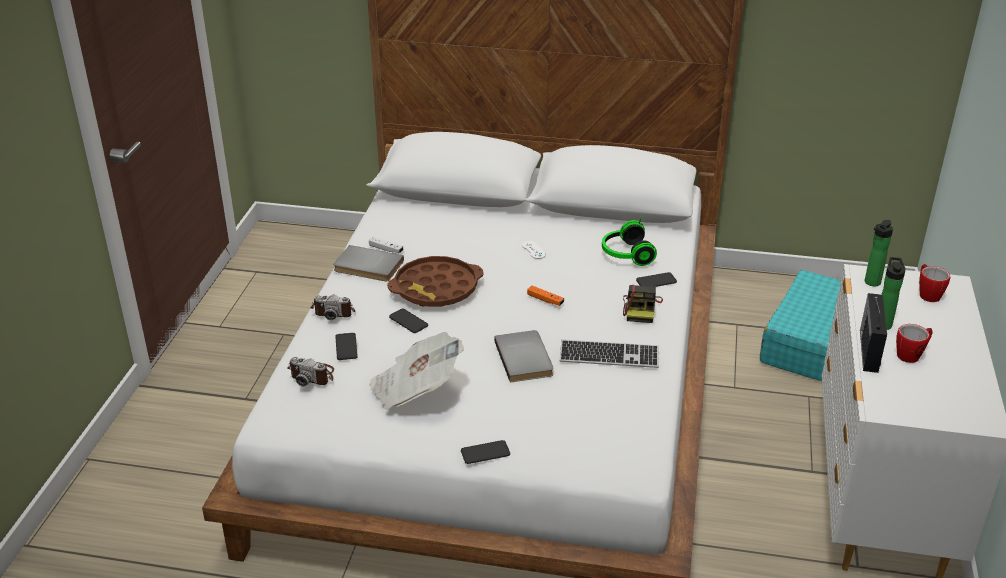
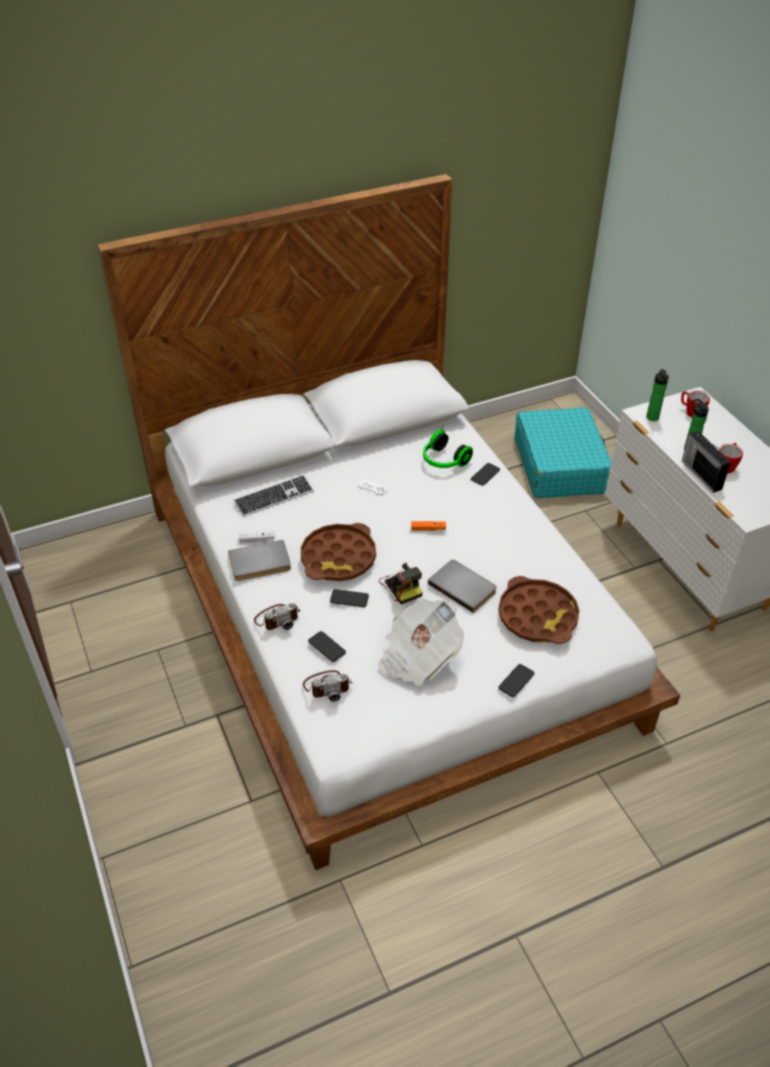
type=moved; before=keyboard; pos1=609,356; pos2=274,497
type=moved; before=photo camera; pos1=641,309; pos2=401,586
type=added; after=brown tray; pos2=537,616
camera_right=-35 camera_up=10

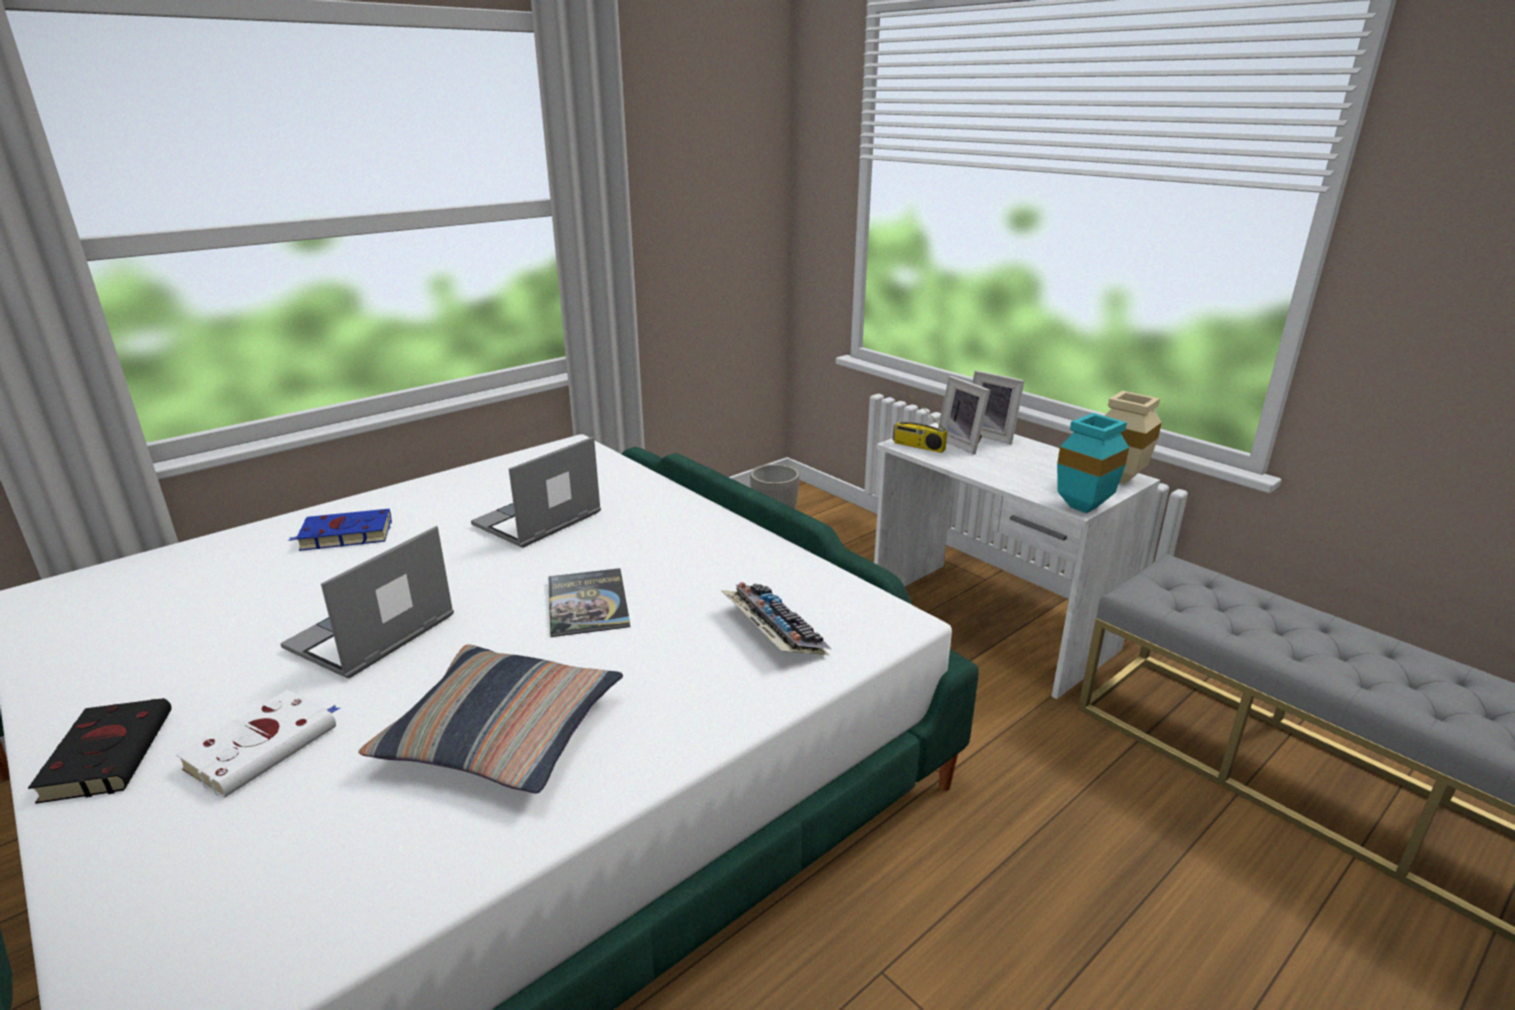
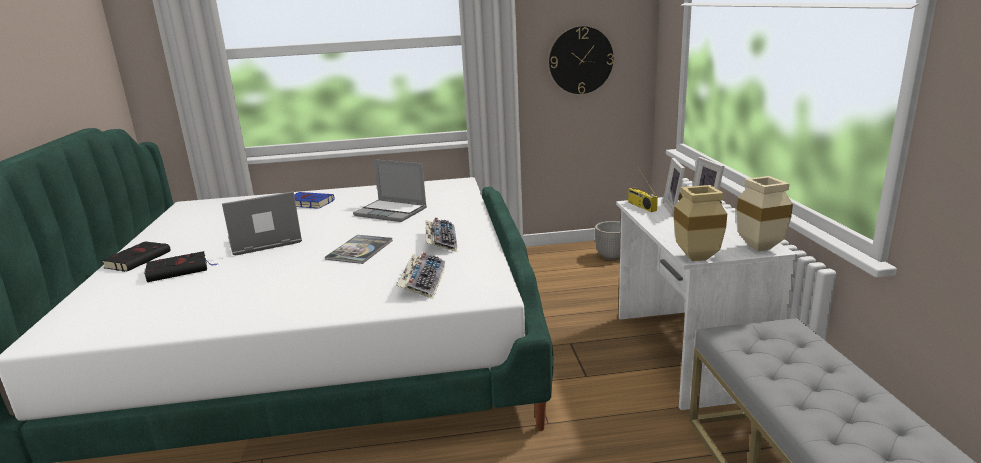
type=recoloured; before=white book; after=black book; pos1=265,746; pos2=180,270
type=turned; before=laptop; pos1=538,521; pos2=392,212; turn=-135
type=added; after=keyboard; pos2=441,241
type=added; after=wall clock; pos2=580,60
type=recoloured; before=turquoise vase; after=beige vase; pos1=1083,506; pos2=698,257
type=removed; before=pillow; pos1=502,734
camera_right=35 camera_up=-5

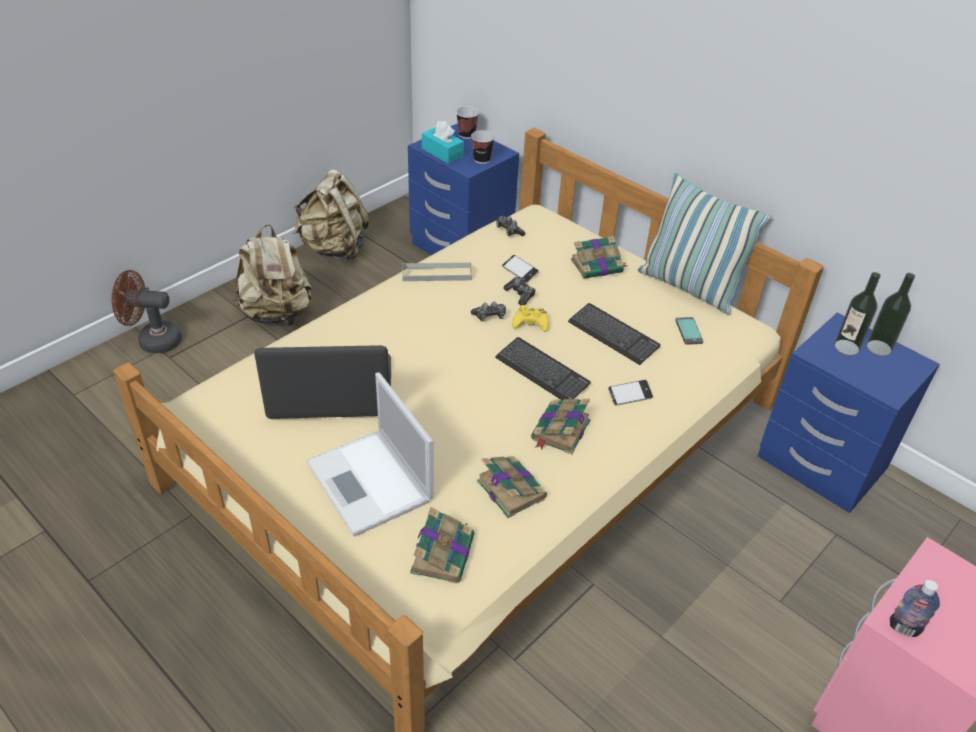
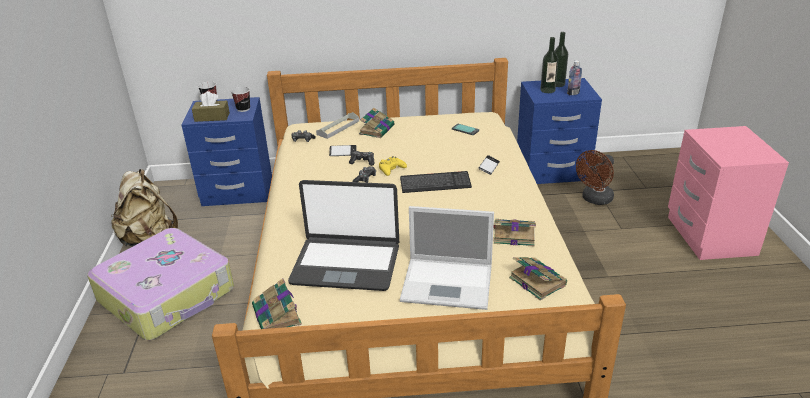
type=replaced; before=beige backpack; after=suitcase; pos1=277,314; pos2=168,295
type=recoloured; before=turquoise tissue box; after=brown tissue box; pos1=442,152; pos2=212,117
type=moved; before=book; pos1=560,431; pos2=277,316
type=turned; before=laptop; pos1=331,391; pos2=346,264; turn=-120
type=moved; before=grey tray; pos1=436,274; pos2=338,128
type=moved; before=bottle; pos1=904,628; pos2=573,93
type=moved; before=brown fan; pos1=153,340; pos2=594,199
type=removed; before=keyboard; pos1=613,335
type=removed; before=pillow; pos1=689,287
camera_right=-45 camera_up=-10

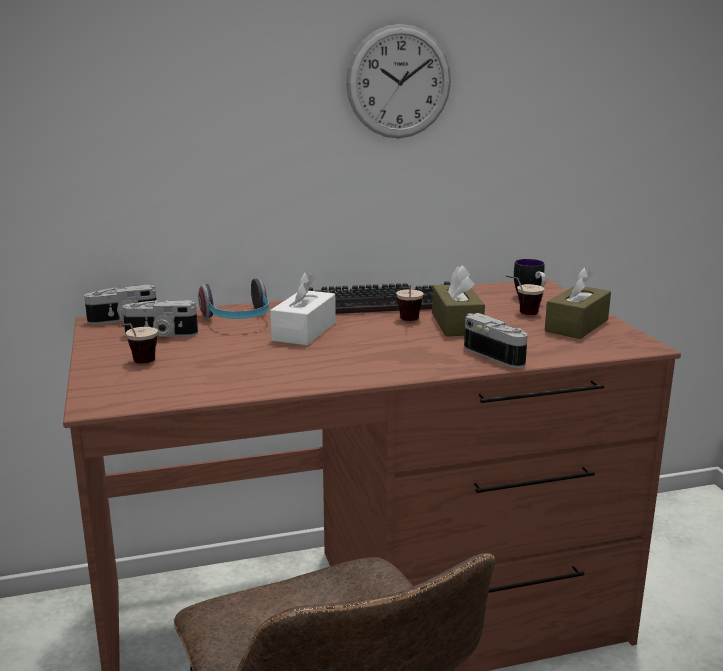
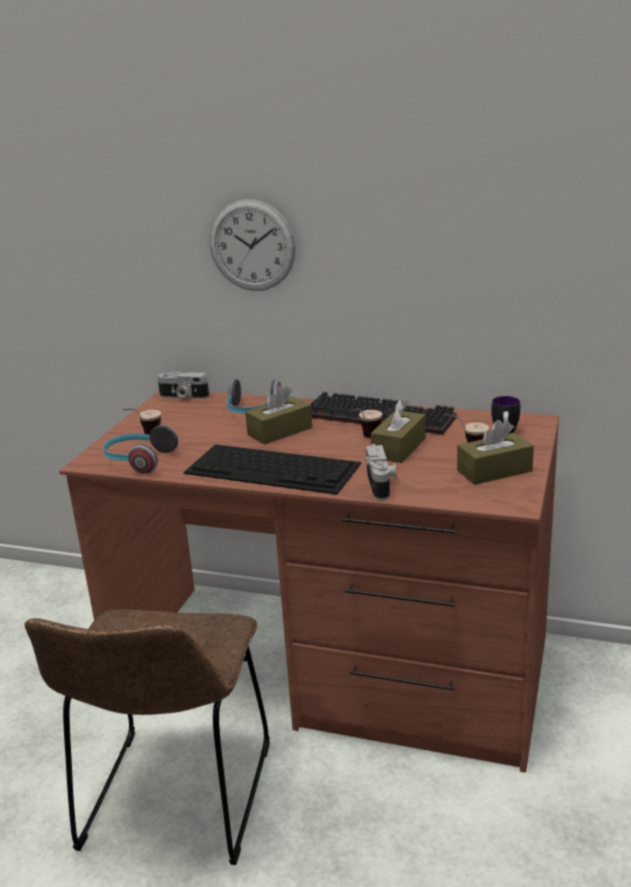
type=added; after=headphones; pos2=138,461
type=added; after=keyboard; pos2=274,468
type=moved; before=wall clock; pos1=399,82; pos2=252,245
type=recoloured; before=white tissue box; after=brown tissue box; pos1=304,331; pos2=280,431
type=removed; before=photo camera; pos1=161,335
camera_right=35 camera_up=5

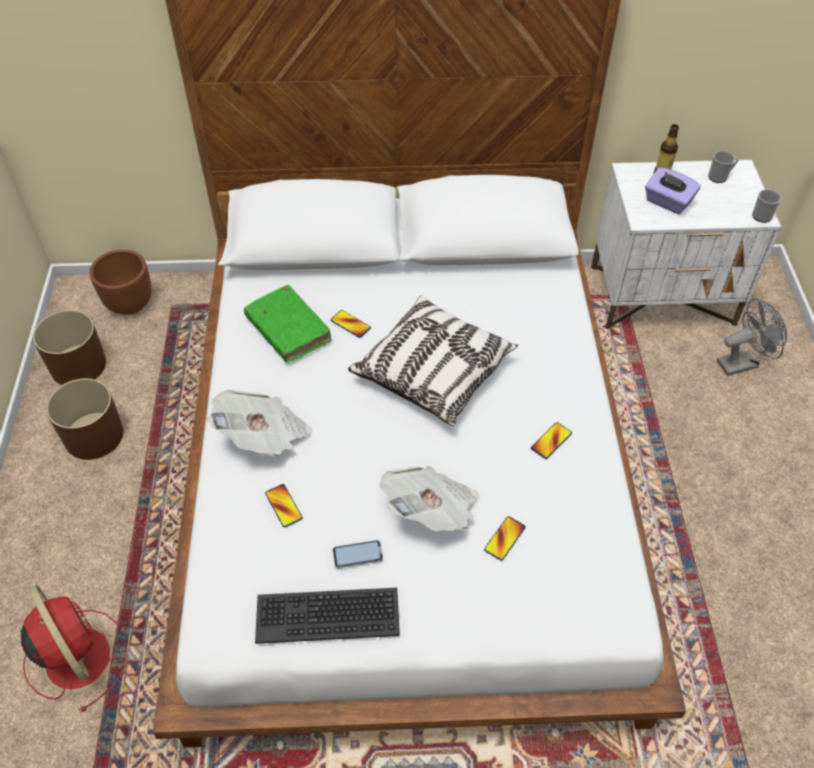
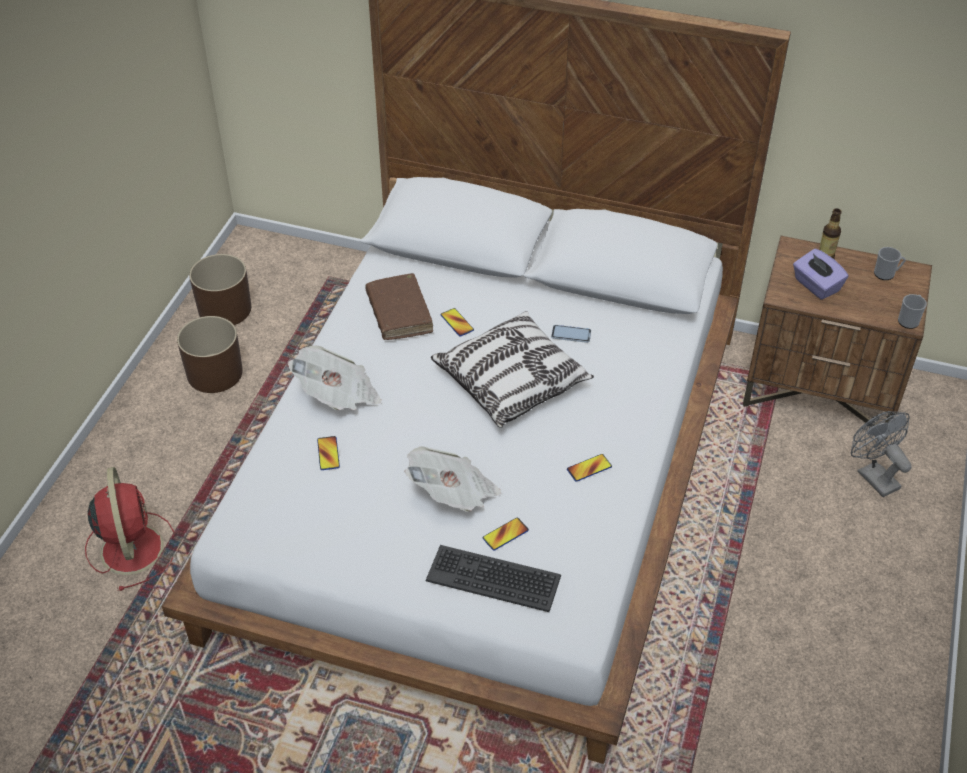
type=recoloured; before=green book; after=brown book; pos1=288,330; pos2=399,314
type=moved; before=keyboard; pos1=327,614; pos2=493,578
type=moved; before=phone; pos1=357,555; pos2=571,334
type=recoloured; before=white nightstand; after=brown nightstand; pos1=662,295; pos2=821,389
type=turned; before=grey fan; pos1=742,362; pos2=873,476; turn=-120
type=removed; before=brown planter; pos1=129,303
camera_right=20 camera_up=-5

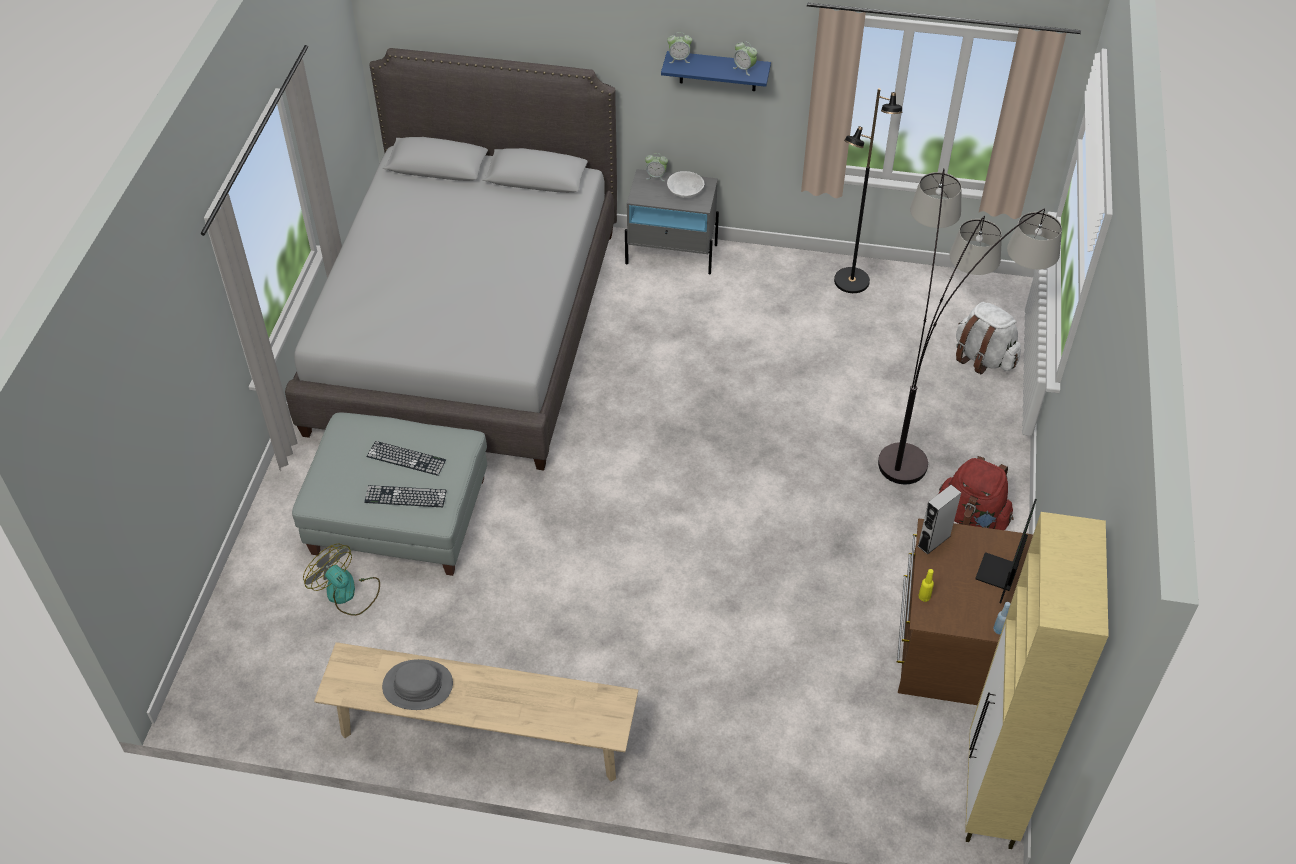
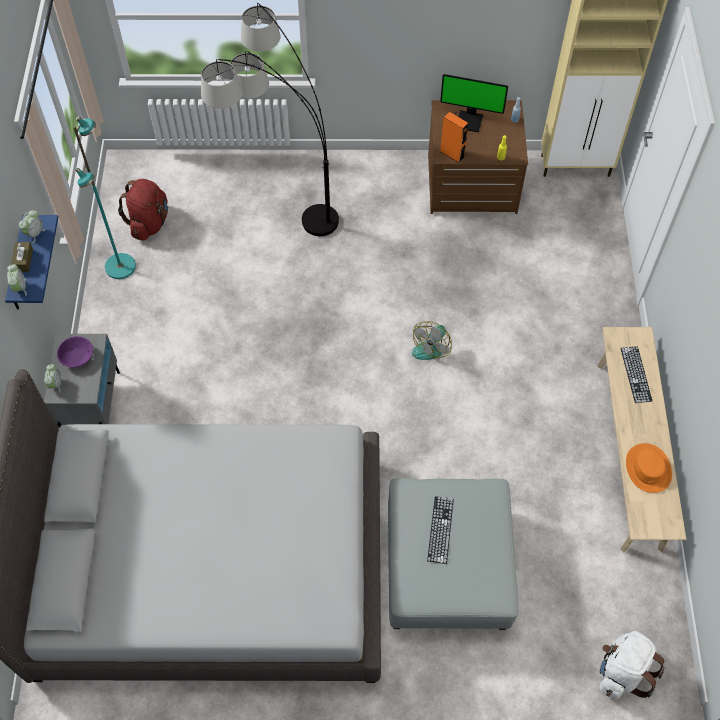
type=added; after=brown tissue box; pos2=23,260
type=recoloured; before=white bowl; after=purple bowl; pos1=684,191; pos2=77,357
type=recoloured; before=black floor lamp; after=turquoise floor lamp; pos1=851,281; pos2=121,266
type=moved; before=red backpack; pos1=972,516; pos2=149,223
type=moved; before=fan; pos1=347,593; pos2=431,345
type=recoloured; before=grey speaker; after=orange speaker; pos1=934,541; pos2=452,154
type=moved; before=white backpack; pos1=983,358; pos2=622,671
type=moved; before=keyboard; pos1=405,496; pos2=636,374
type=recoloured; before=grey hat; after=orange hat; pos1=417,686; pos2=648,468
camera_right=-100 camera_up=10

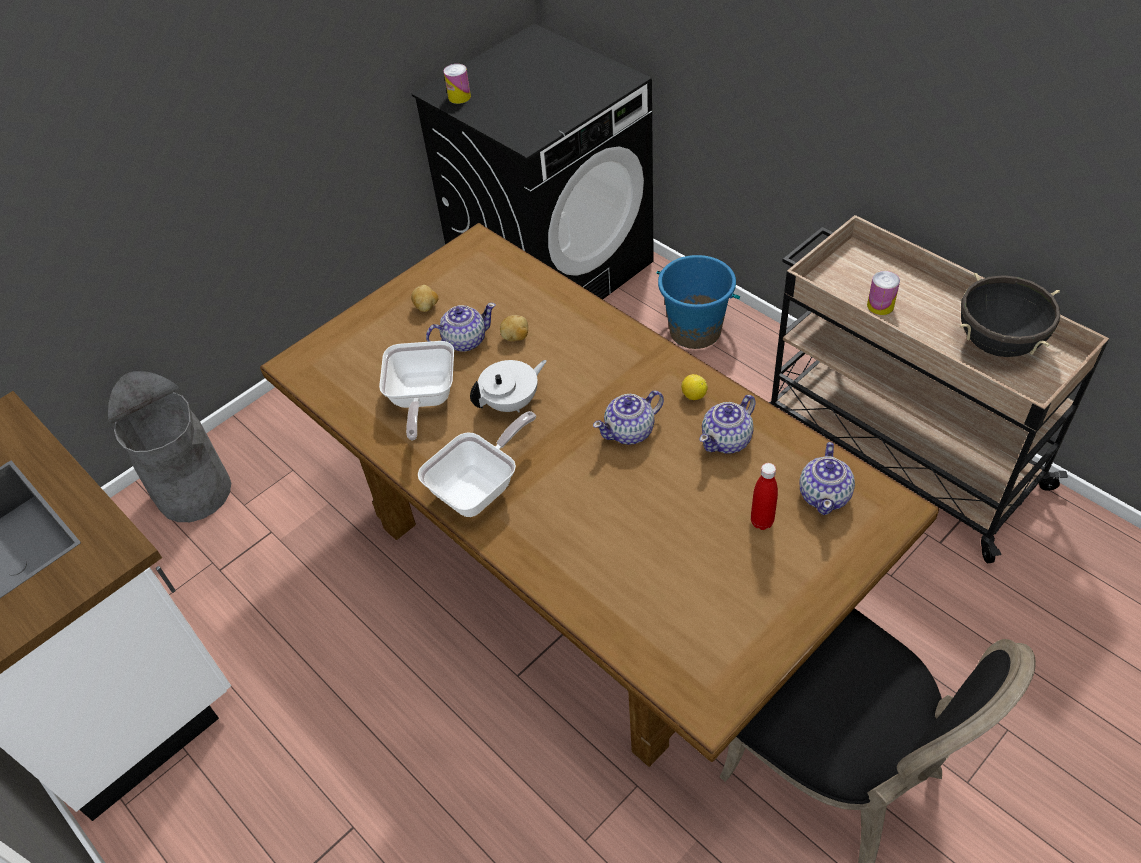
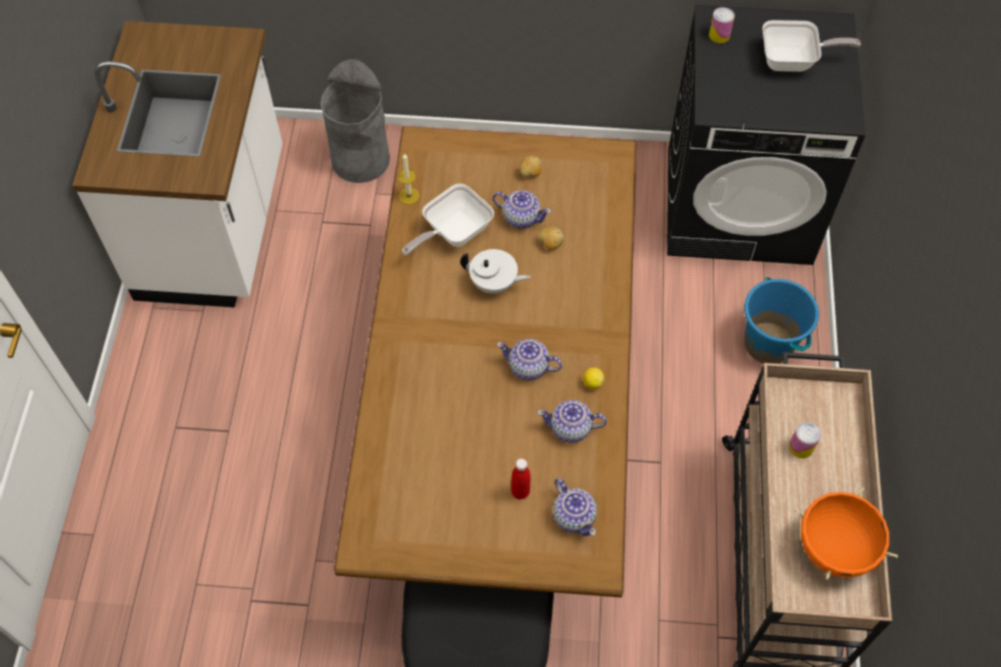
type=added; after=candle; pos2=409,196
type=turned; before=teapot; pos1=825,495; pos2=574,516; turn=-90
type=moved; before=frying pan; pos1=480,488; pos2=793,61
type=recoloured; before=black cooking pot; after=orange cooking pot; pos1=998,343; pos2=834,548
camera_right=45 camera_up=10

